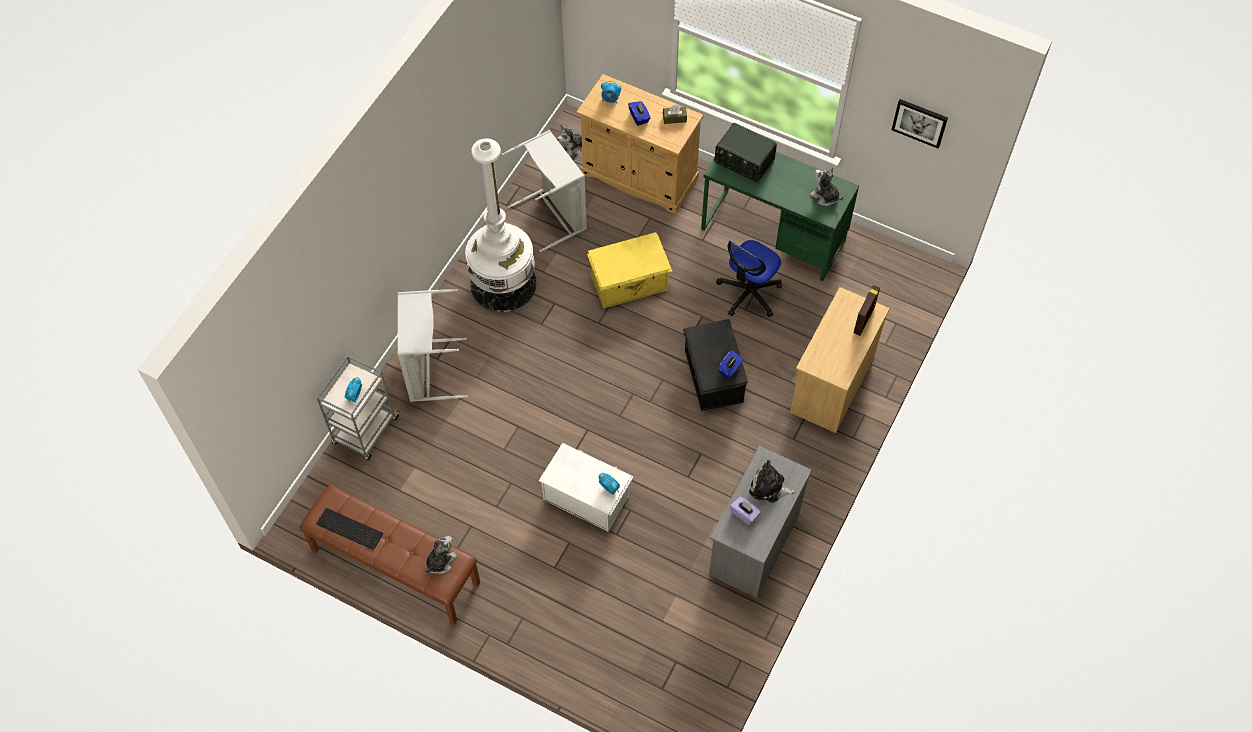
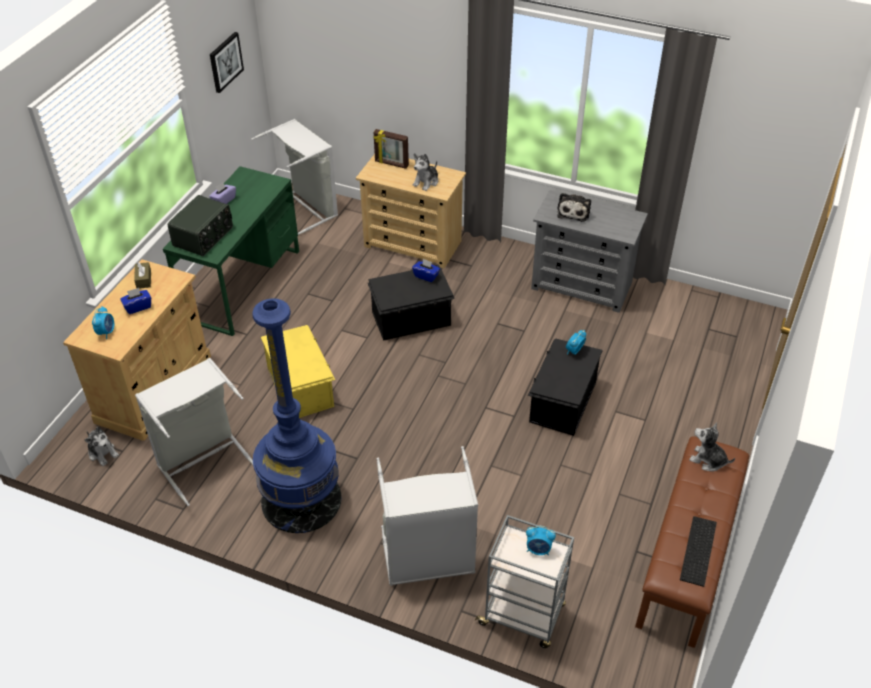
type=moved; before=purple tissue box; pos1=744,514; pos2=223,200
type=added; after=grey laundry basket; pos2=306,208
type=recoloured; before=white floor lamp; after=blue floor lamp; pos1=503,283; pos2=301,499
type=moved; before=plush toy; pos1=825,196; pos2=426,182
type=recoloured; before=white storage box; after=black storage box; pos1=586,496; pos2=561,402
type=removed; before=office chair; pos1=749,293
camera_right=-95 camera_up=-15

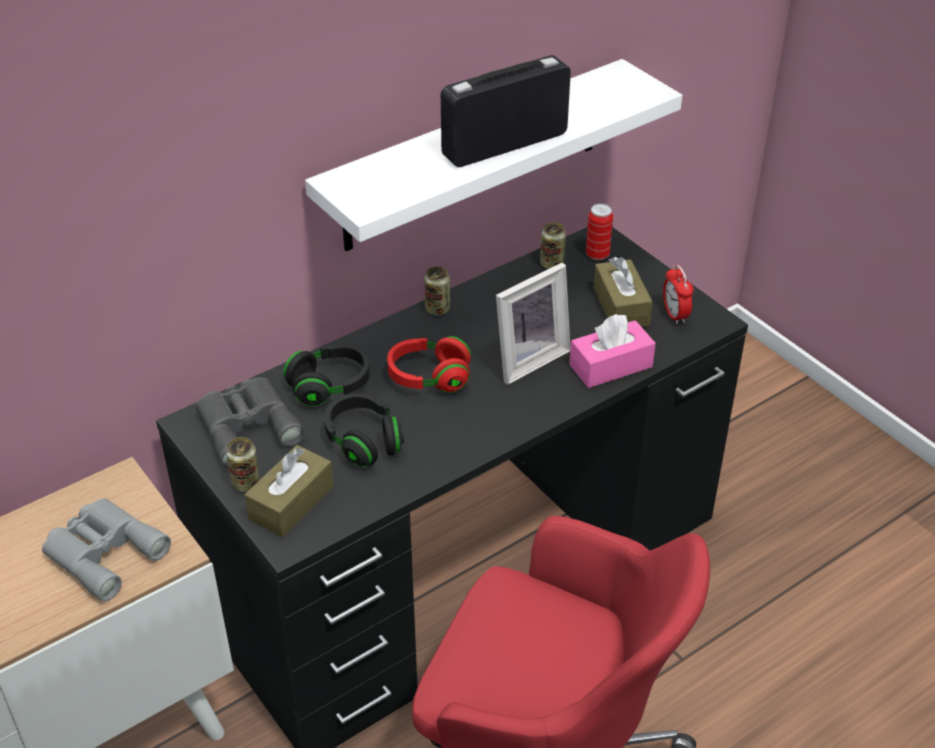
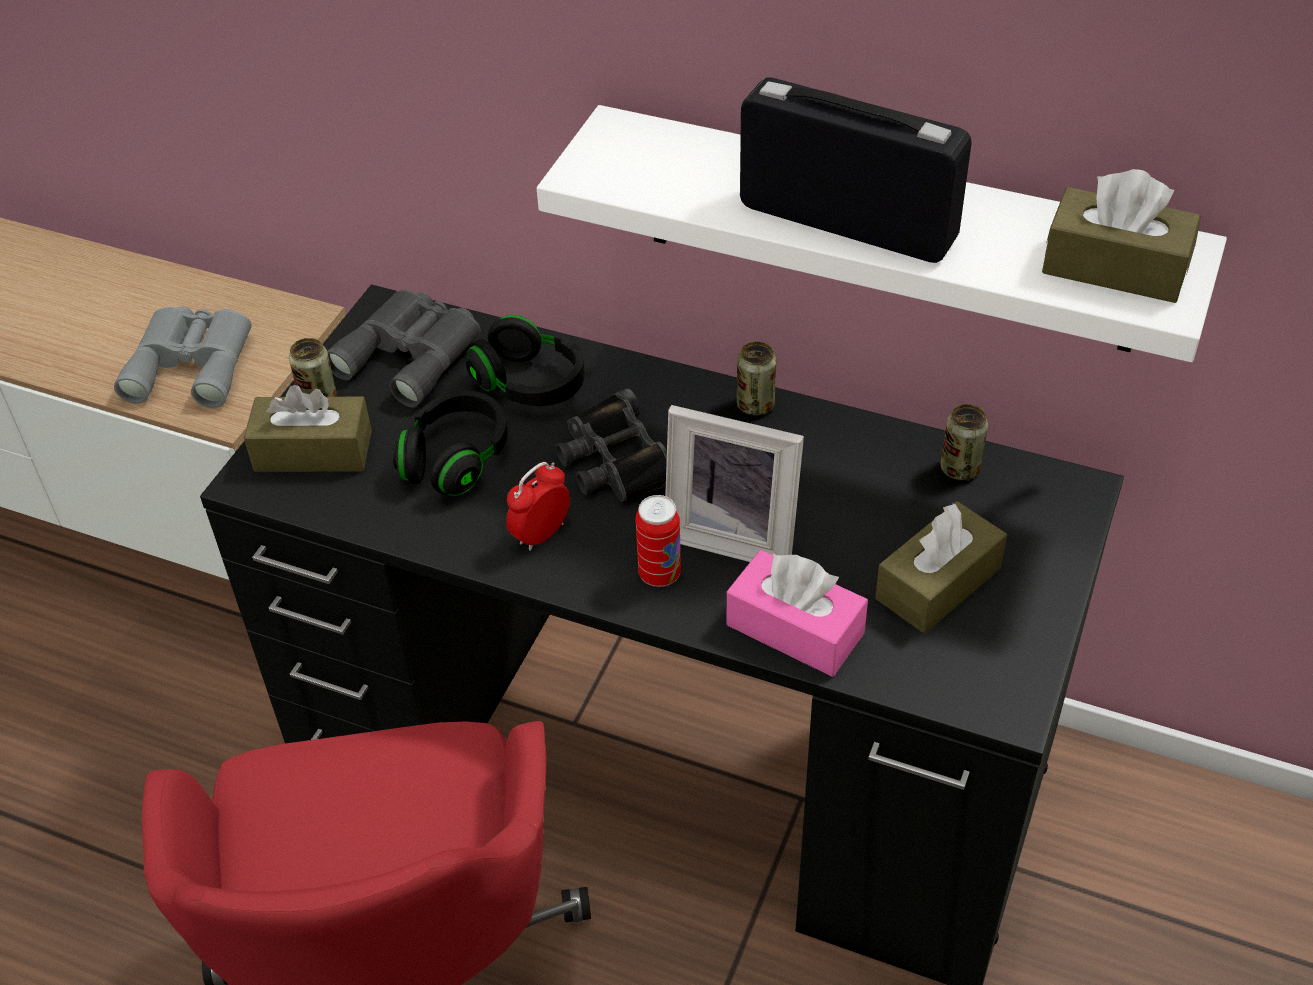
type=moved; before=alarm clock; pos1=675,315; pos2=541,534
type=replaced; before=red headphones; after=black binoculars; pos1=429,377; pos2=617,460
type=moved; before=can; pos1=597,255; pos2=659,574
type=added; after=brown tissue box; pos2=1115,267
camera_right=60 camera_up=5

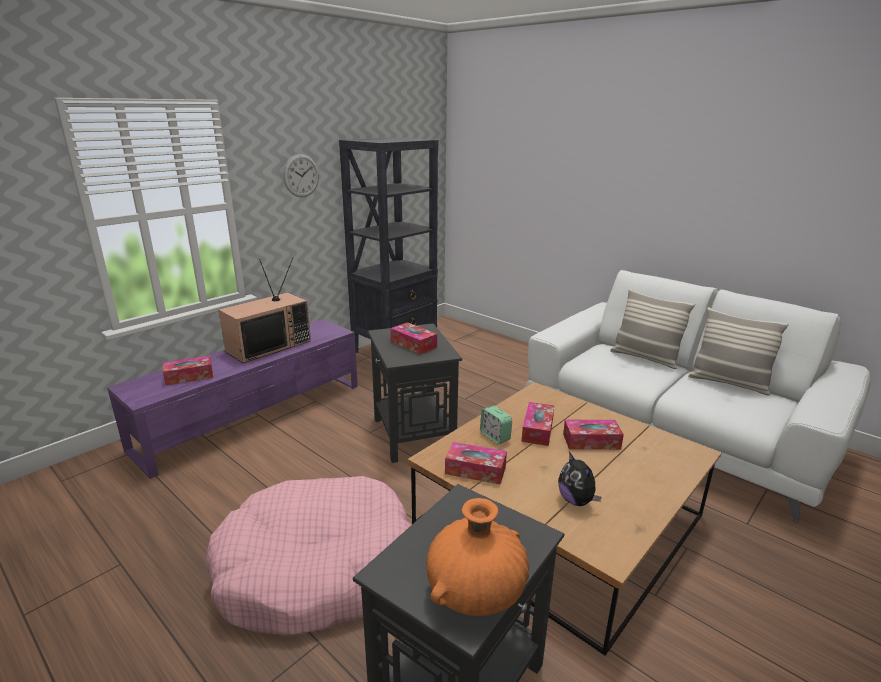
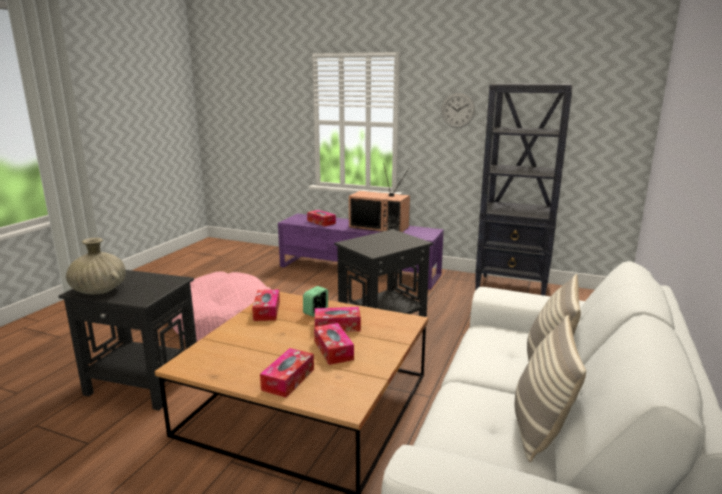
type=recoloured; before=orange vase; after=beige vase; pos1=475,590; pos2=99,291
type=moved; before=tissue box; pos1=413,344; pos2=288,379
type=removed; before=plush toy; pos1=576,500
camera_right=70 camera_up=-5

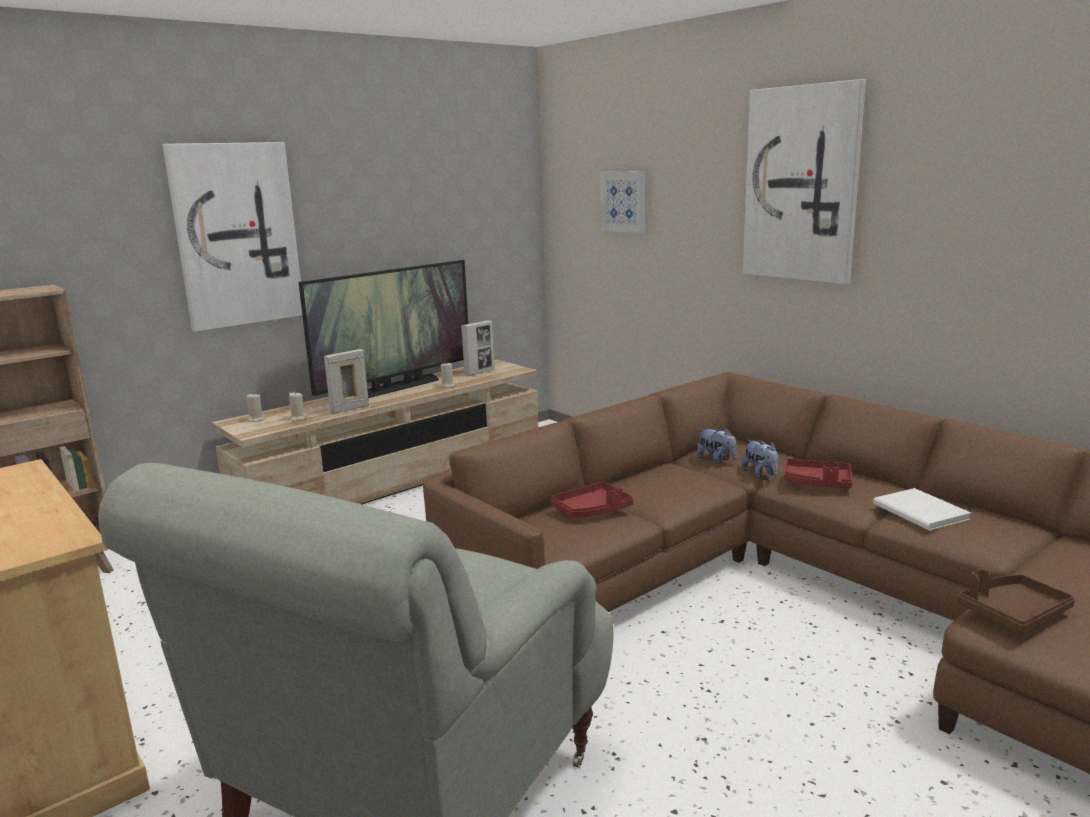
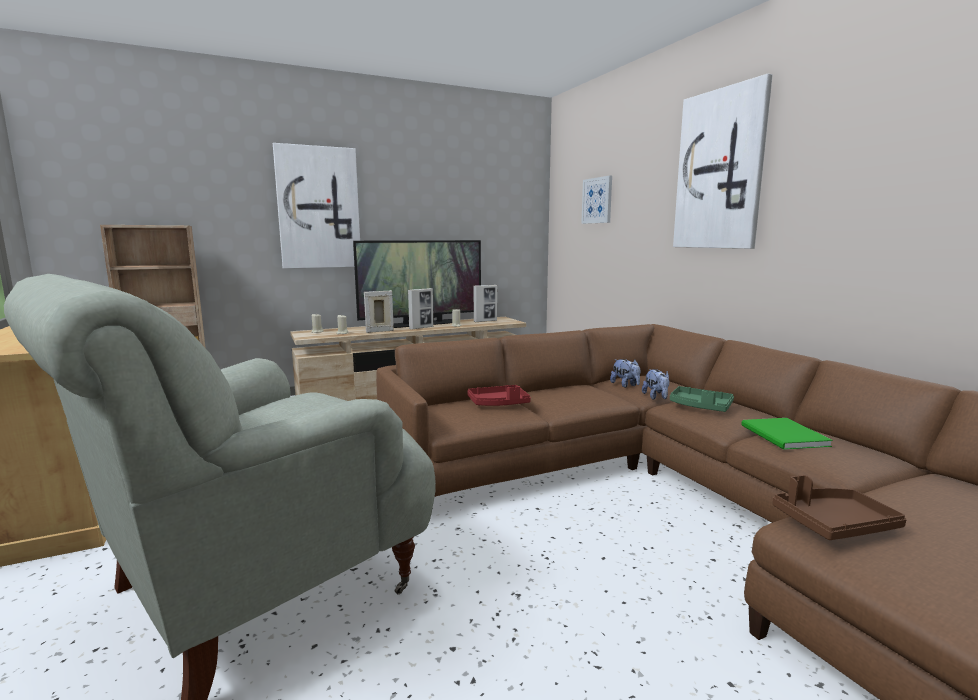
type=added; after=picture frame; pos2=421,328
type=recoloured; before=red tray; after=green tray; pos1=817,483; pos2=700,407
type=recoloured; before=white book; after=green book; pos1=920,513; pos2=784,436
camera_right=15 camera_up=-5

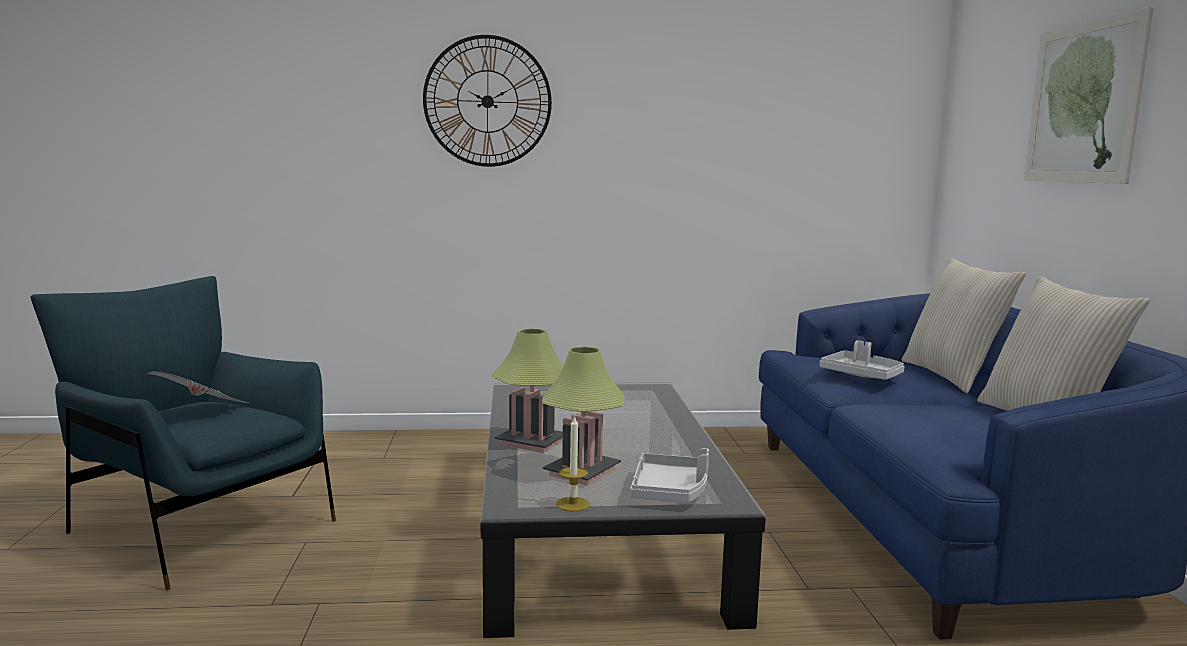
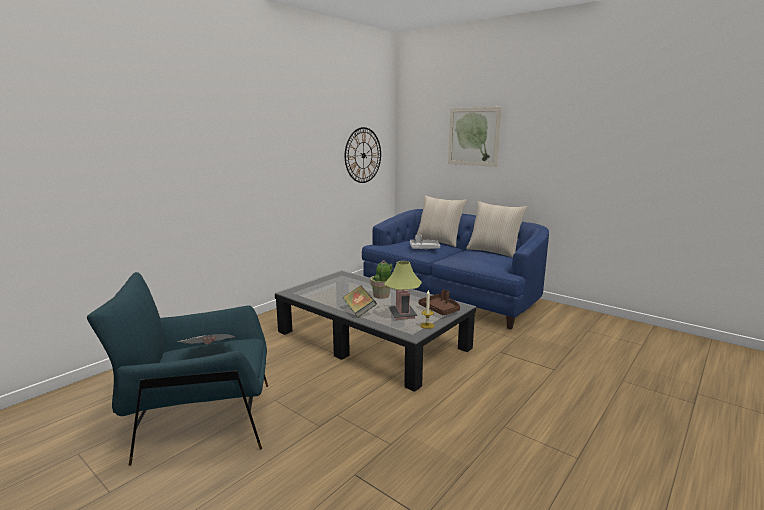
type=replaced; before=table lamp; after=book; pos1=531,442; pos2=359,311
type=moved; before=wall clock; pos1=487,101; pos2=363,155
type=added; after=potted plant; pos2=381,295
type=recoloured; before=grey tray; after=brown tray; pos1=670,491; pos2=440,309
camera_right=-45 camera_up=5

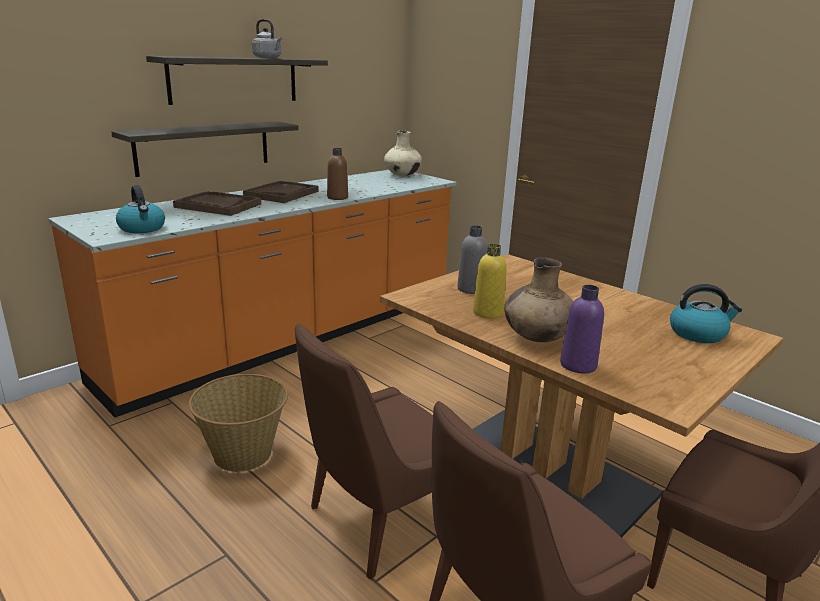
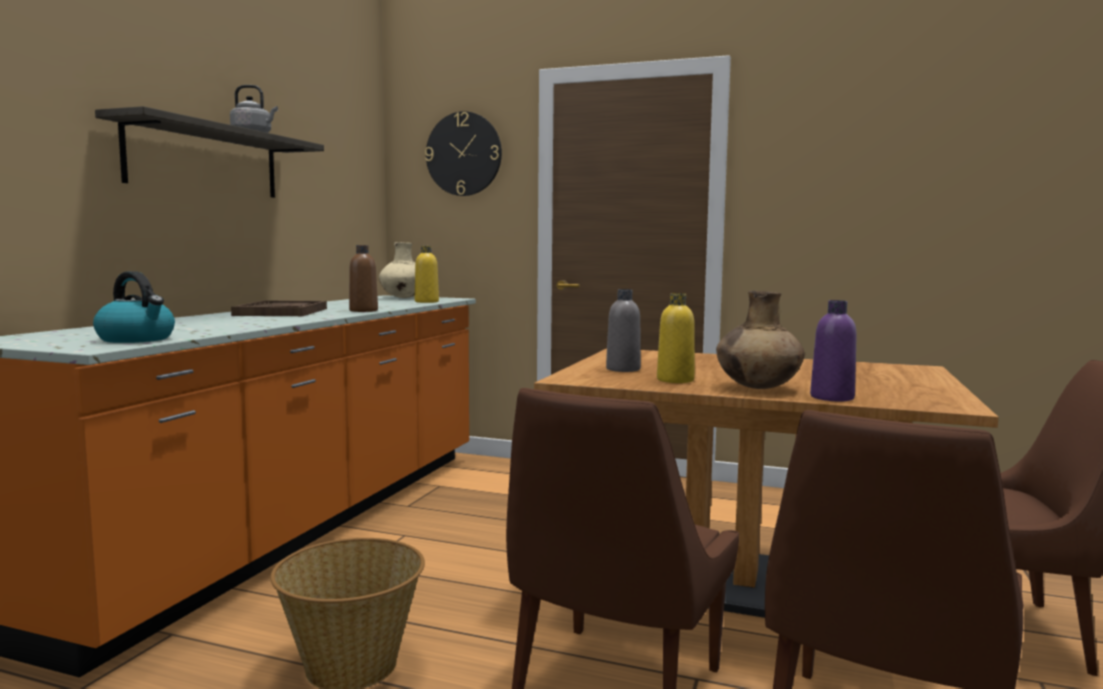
type=added; after=yellow bottle; pos2=426,302
type=added; after=wall clock; pos2=464,154
type=removed; before=shelf; pos1=204,147
type=removed; before=brown tray; pos1=218,205
type=removed; before=kettle; pos1=698,334
camera_right=-25 camera_up=-15

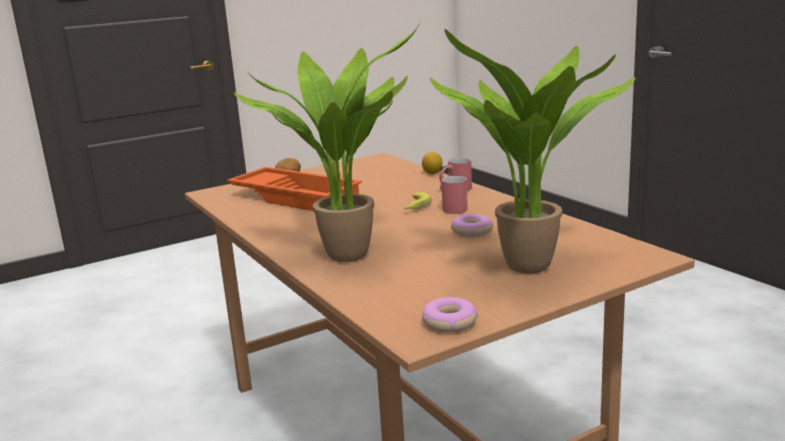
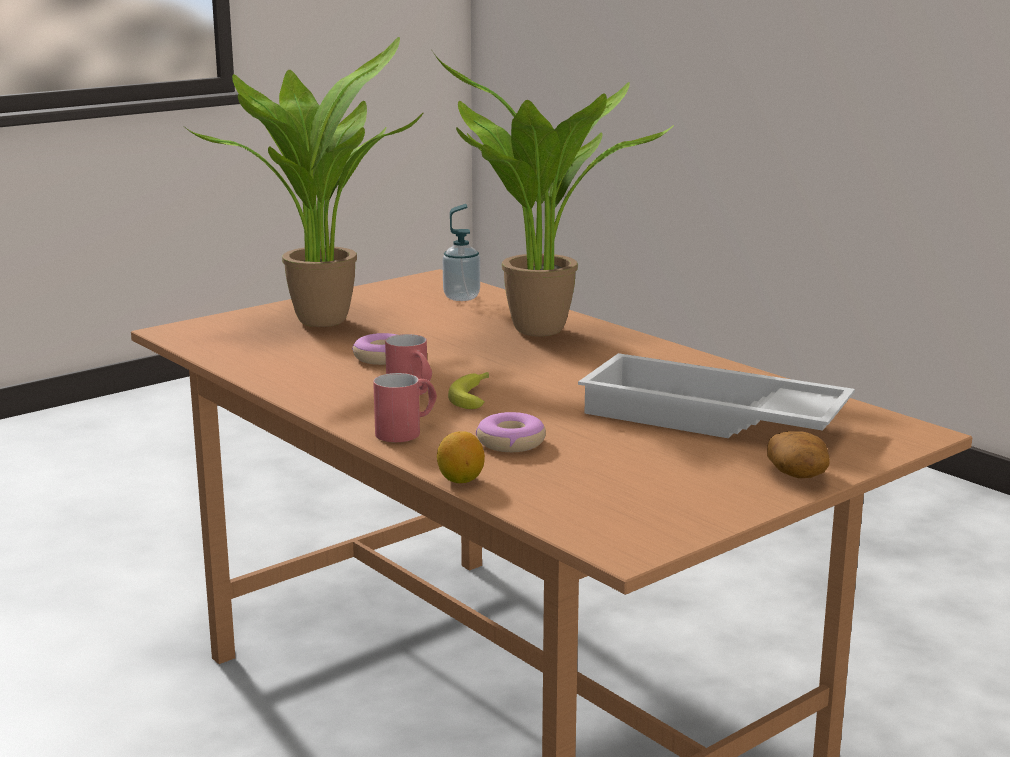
type=added; after=soap dispenser; pos2=461,297
type=moved; before=donut; pos1=449,322; pos2=511,442
type=recoloured; before=orange tray; after=white tray; pos1=297,197; pos2=709,418
camera_right=170 camera_up=0

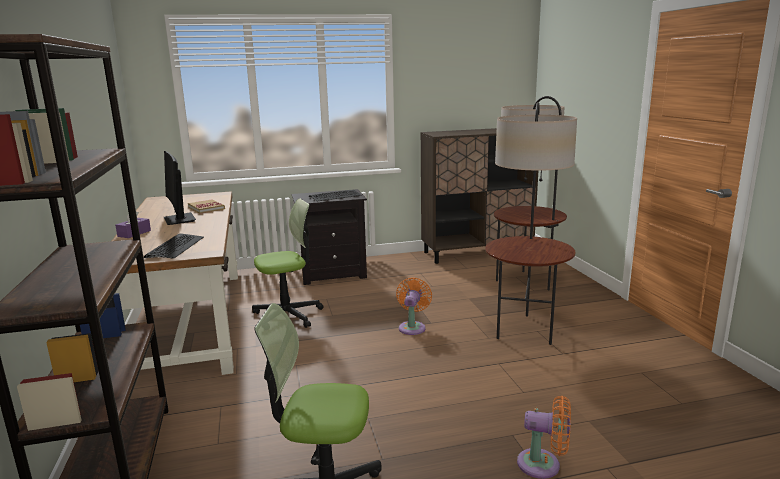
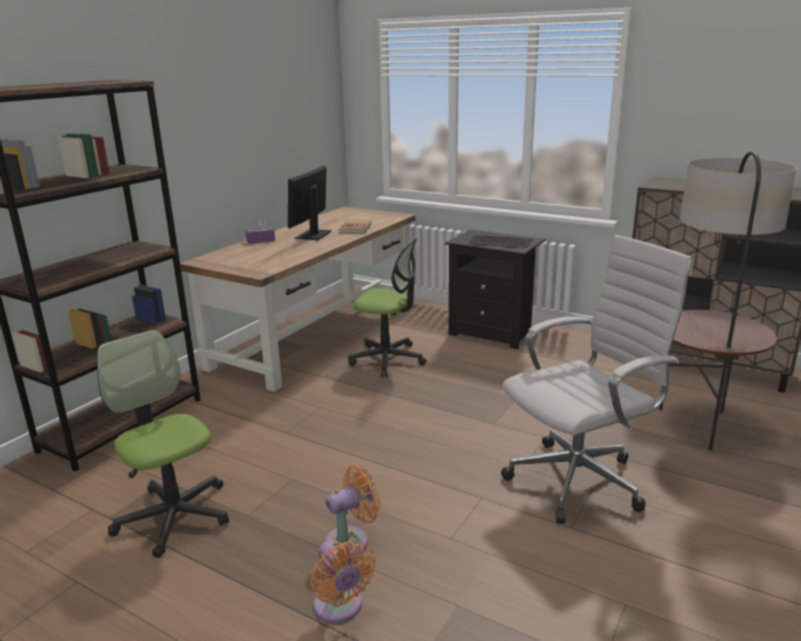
type=moved; before=orange fan; pos1=412,327; pos2=351,540
type=replaced; before=floor lamp; after=white office chair; pos1=525,329; pos2=580,479
type=removed; before=keyboard; pos1=175,247
camera_right=45 camera_up=5

